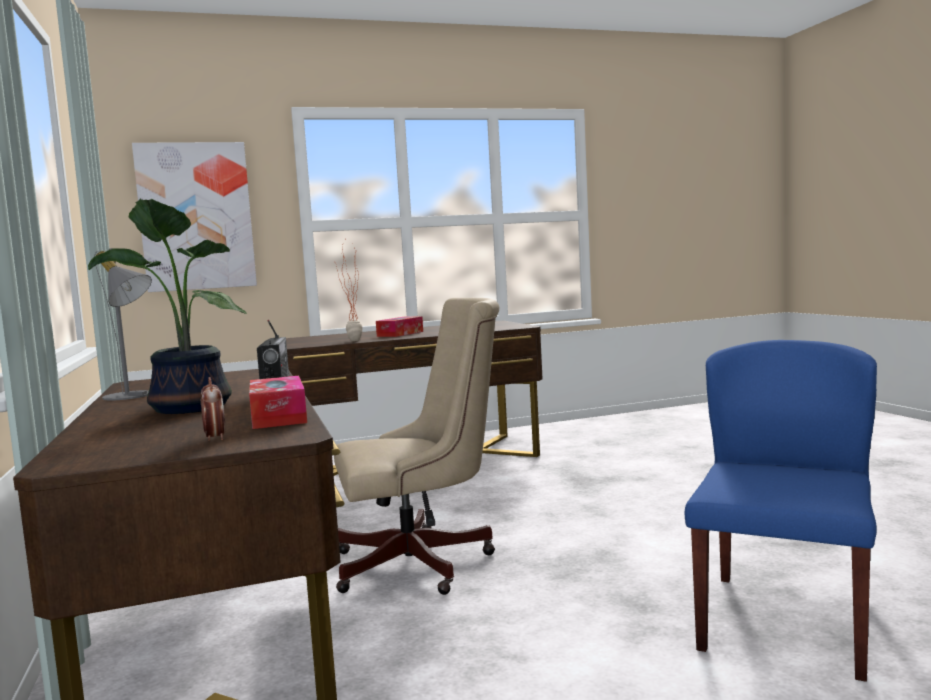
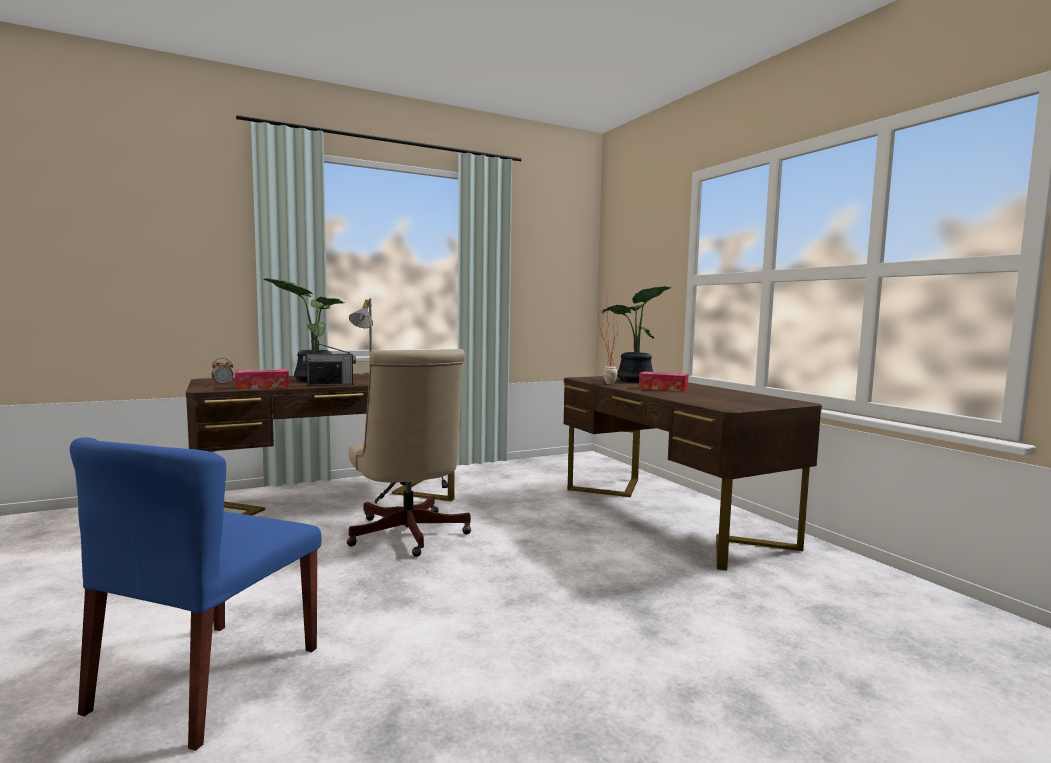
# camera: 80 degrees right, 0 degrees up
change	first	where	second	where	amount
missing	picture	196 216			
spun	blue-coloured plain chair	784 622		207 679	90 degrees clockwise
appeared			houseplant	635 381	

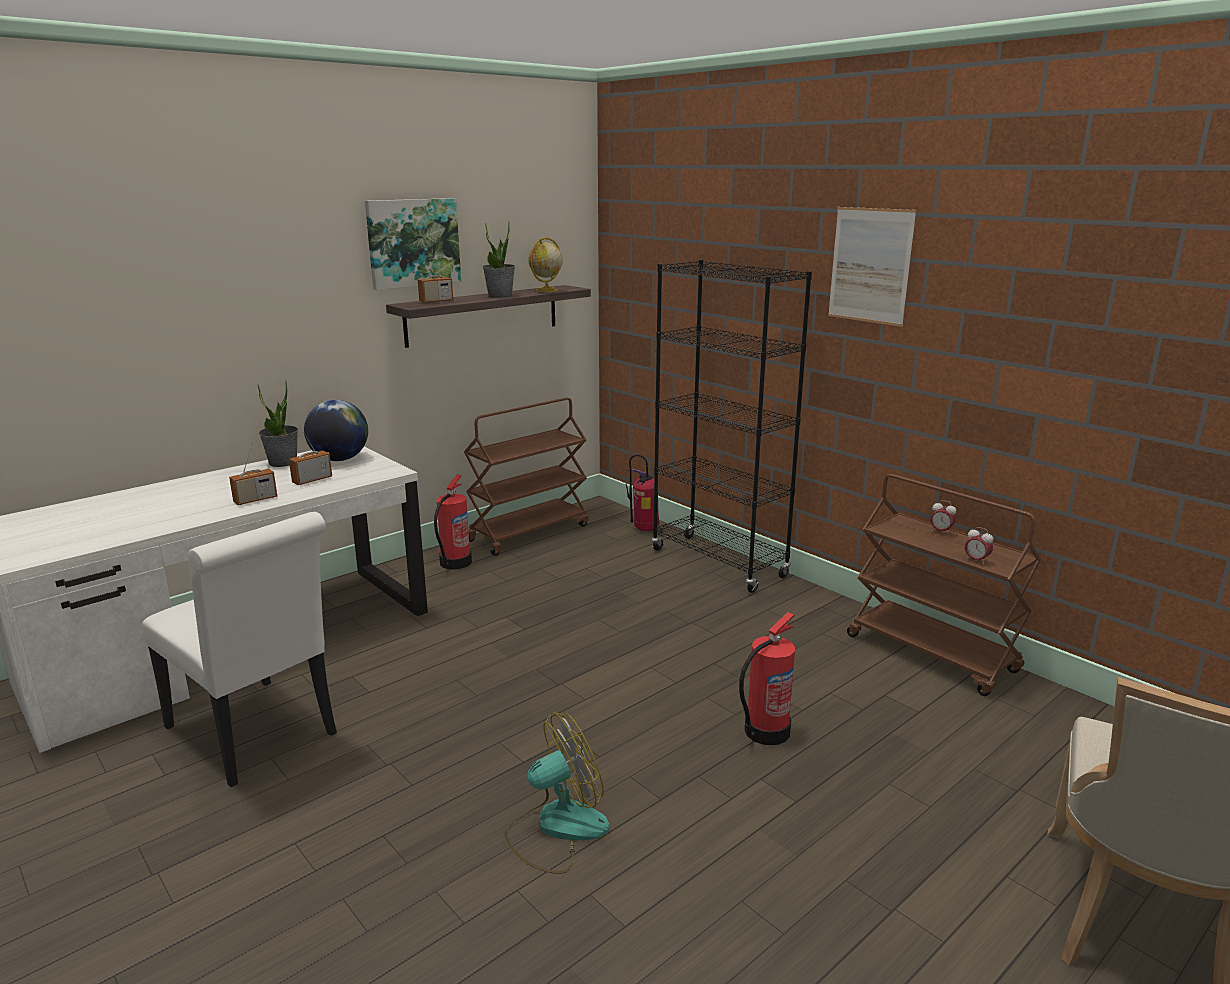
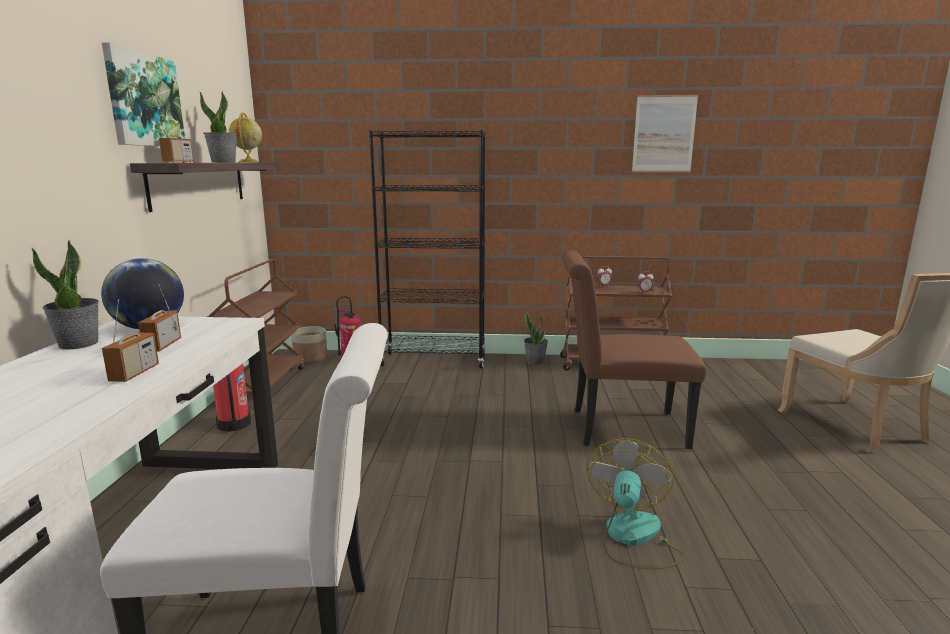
# camera: 45 degrees left, 5 degrees down
change	first	where	second	where	amount
relocated	picture	870 265		664 134	
exchanged	fire-fighting cylinder	765 731	brown plain chair	619 428	
appeared			houseplant	535 361	
appeared			plant pot	311 358	

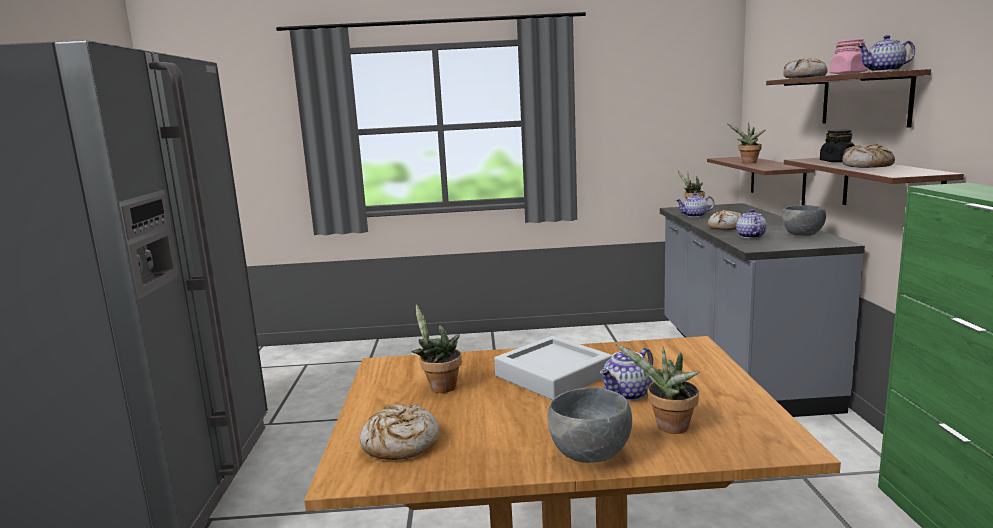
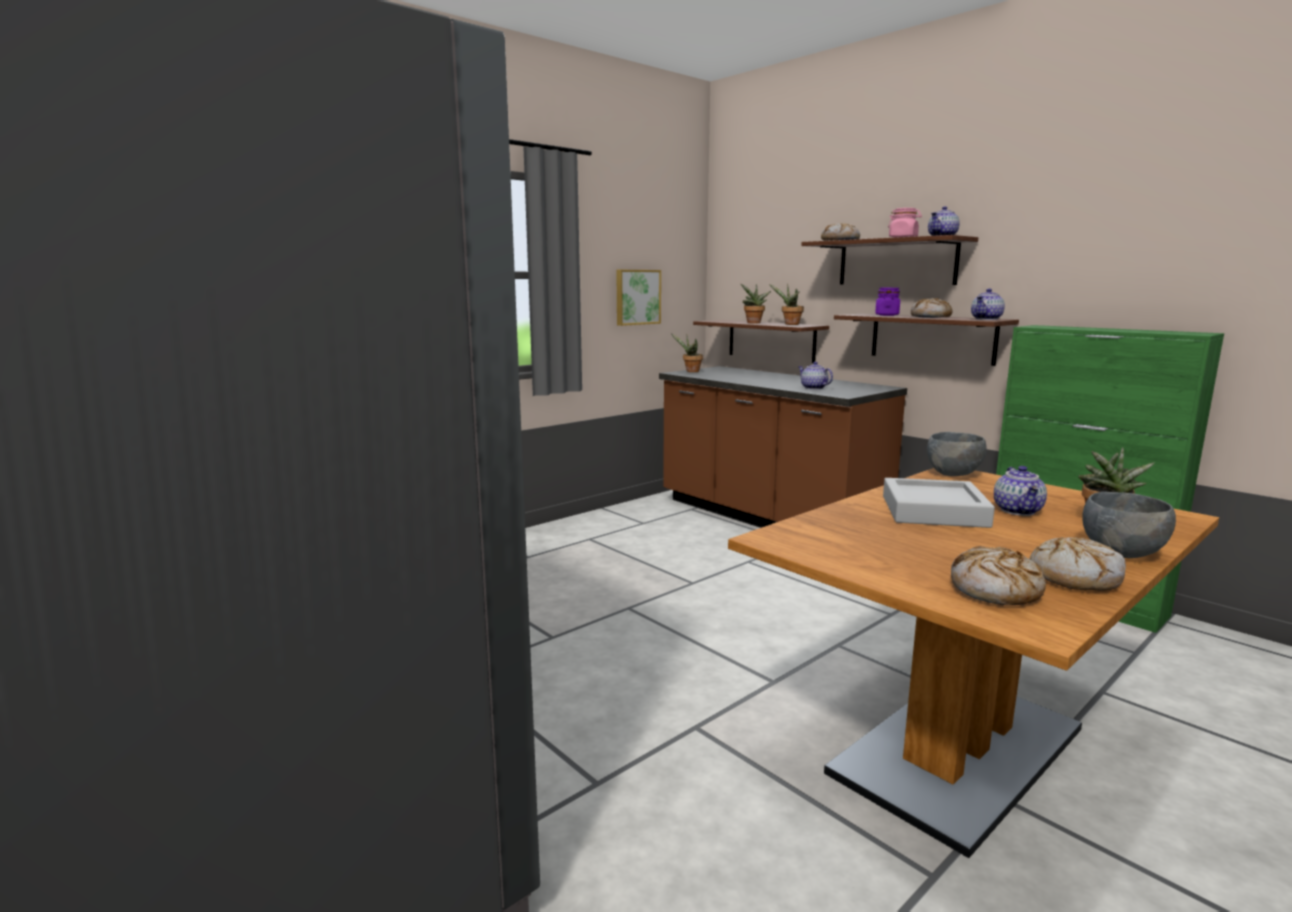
# camera: 40 degrees left, 0 degrees up
change	first	where	second	where	amount
colour	black-coloured jar	837 161	purple-coloured jar	887 315	
relocated	tea pot	694 216		987 319	
colour	grey kitchen base unit	738 364	brown kitchen base unit	768 518	
relocated	grey bowl	803 235		954 474	
relocated	bakery bread	727 227		1075 577	
relocated	houseplant	439 387		789 324	
appeared			picture	637 297	

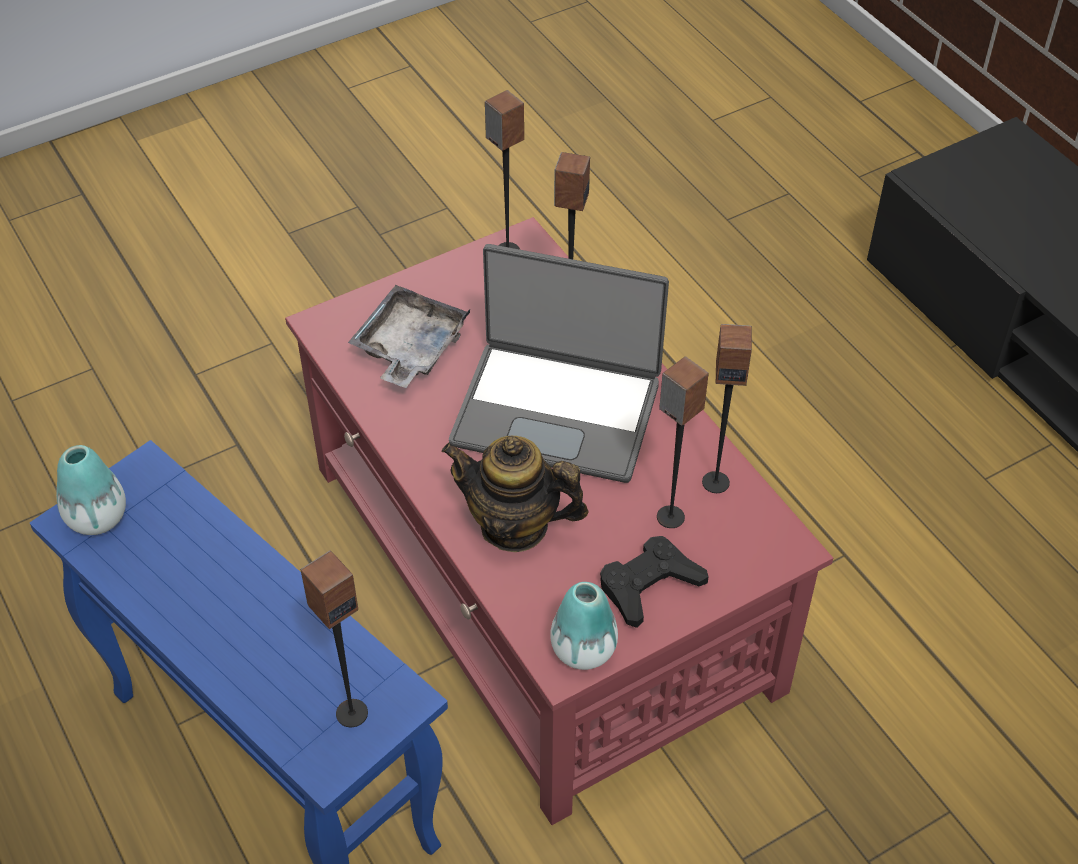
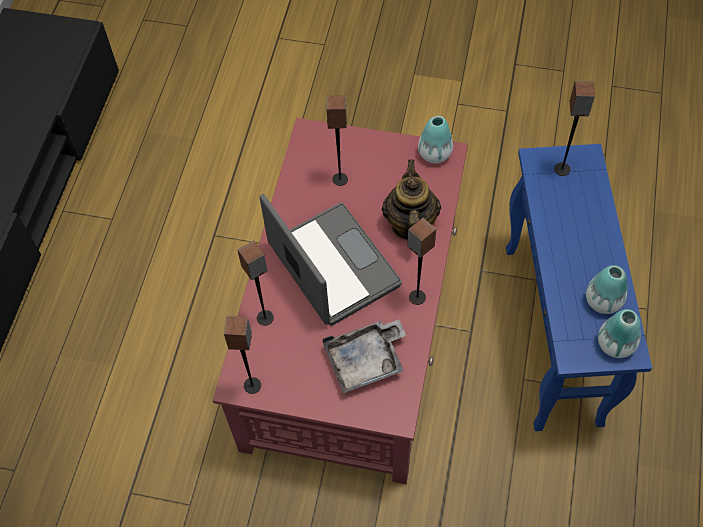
# camera: 135 degrees left, 10 degrees up
change	first	where	second	where	amount
relocated	audio speaker	715 482		417 297	
spun	tea pot	514 525		409 224	150 degrees counterclockwise
missing	black-coloured joypad	649 585			
appeared			flower vase	603 301	

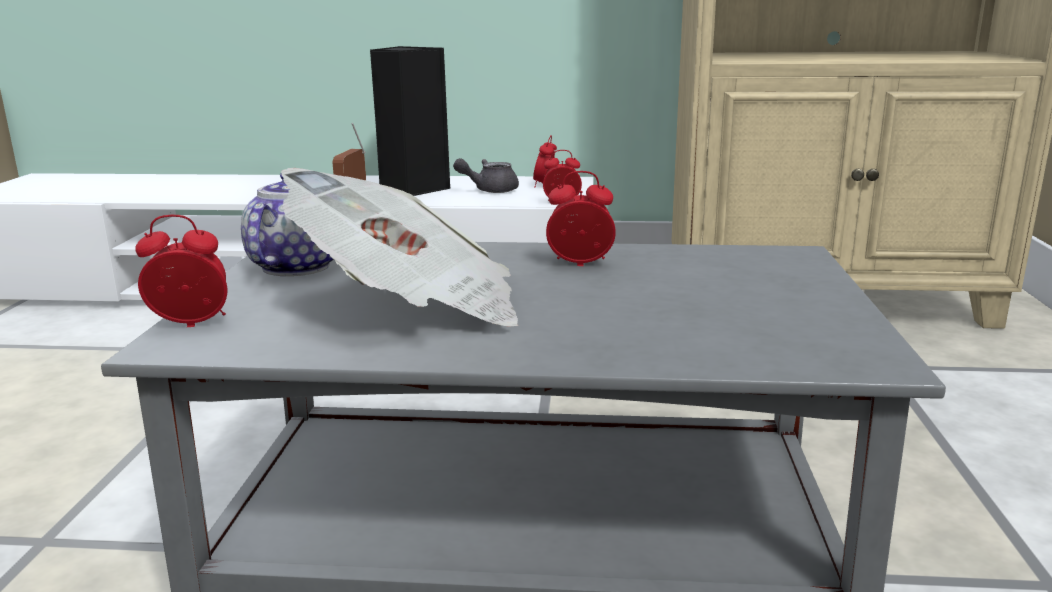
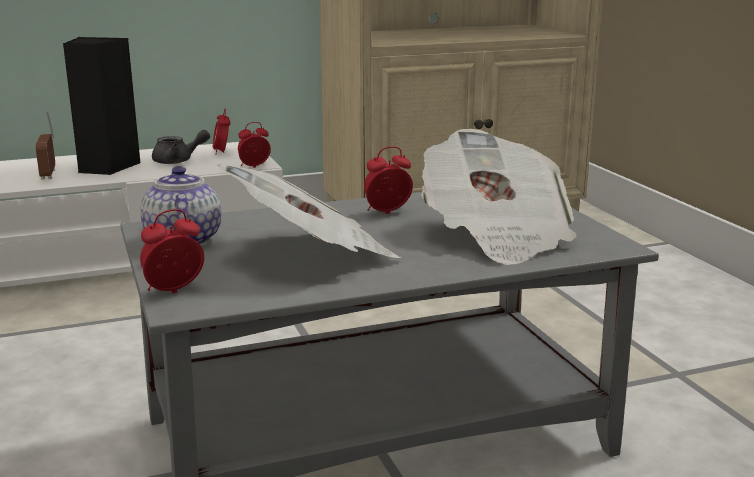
# camera: 25 degrees left, 0 degrees up
change	first	where	second	where	amount
spun	grey tea pot	489 190		178 161	150 degrees counterclockwise
appeared			daily paper	496 236	

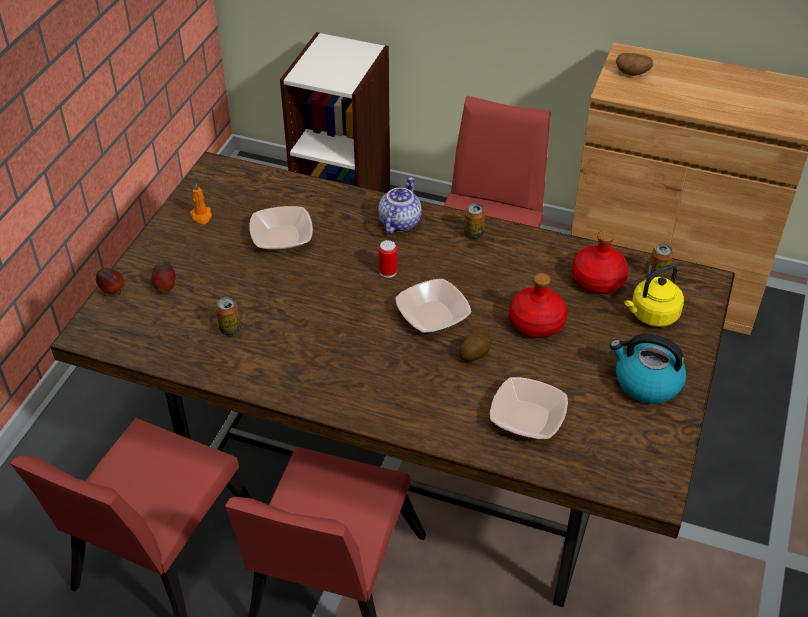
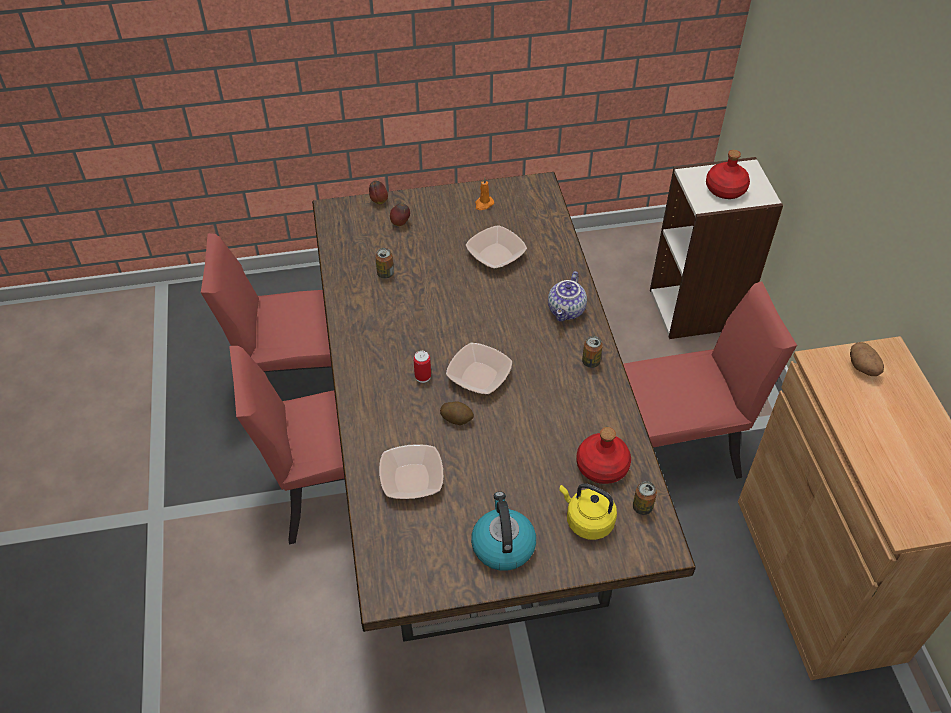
# camera: 60 degrees right, 5 degrees up
change	first	where	second	where	amount
spun	tea pot	399 222		567 311	120 degrees clockwise
relocated	sealed can	388 271		423 376	
relocated	red beverage bottle	537 323		725 189	

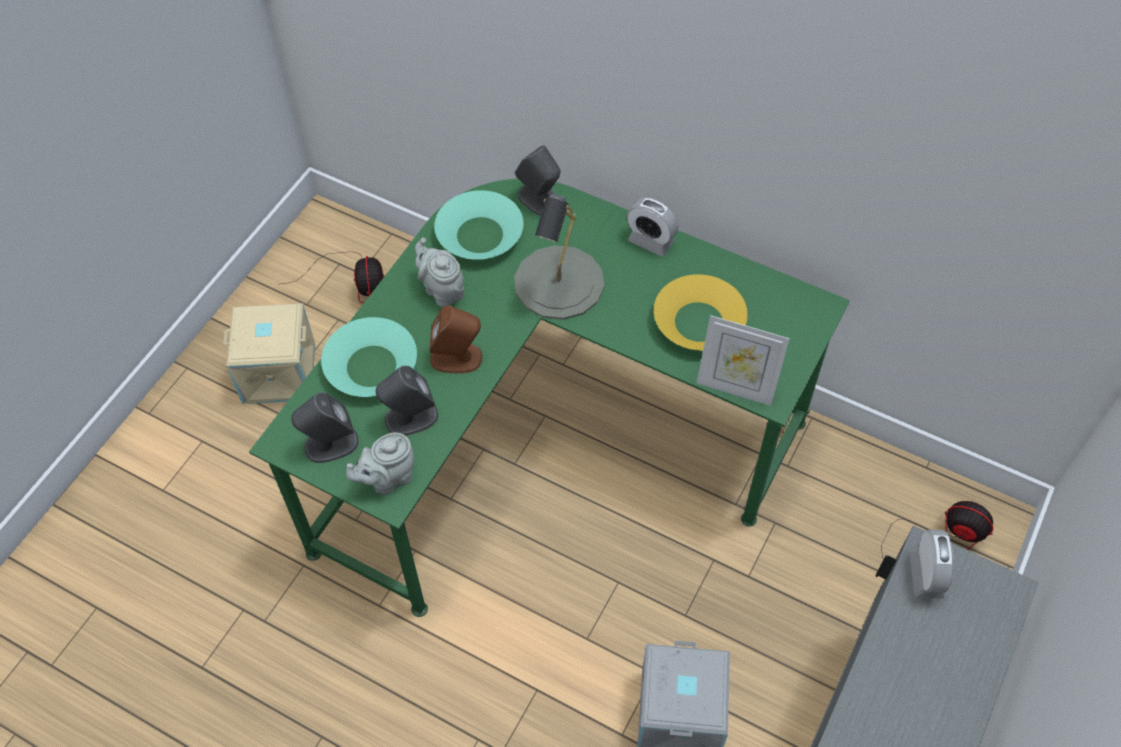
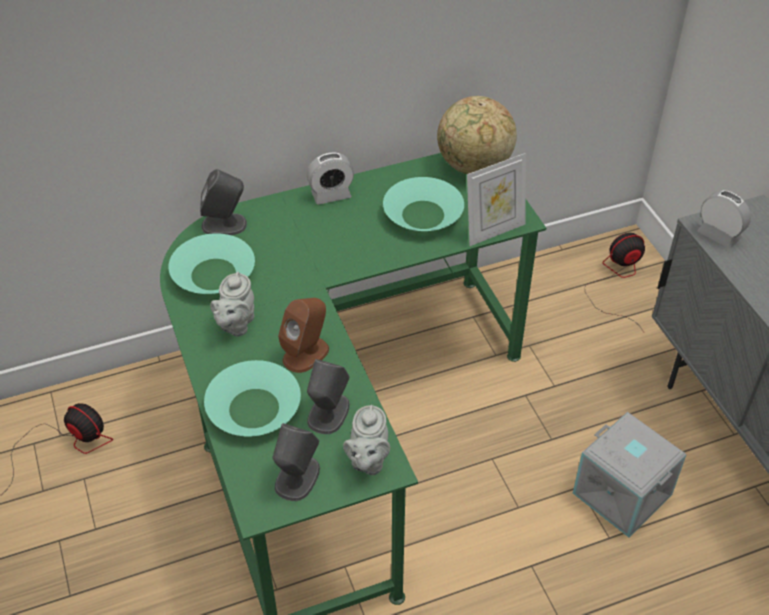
# camera: 50 degrees left, 10 degrees down
change	first	where	second	where	amount
missing	grey table lamp	559 282			
spun	grey tea pot	442 290		236 324	75 degrees counterclockwise
colour	yellow bowl	698 321	blue-green bowl	422 214	
missing	beige-coloured storage container	279 371			
appeared			desk globe	474 166	

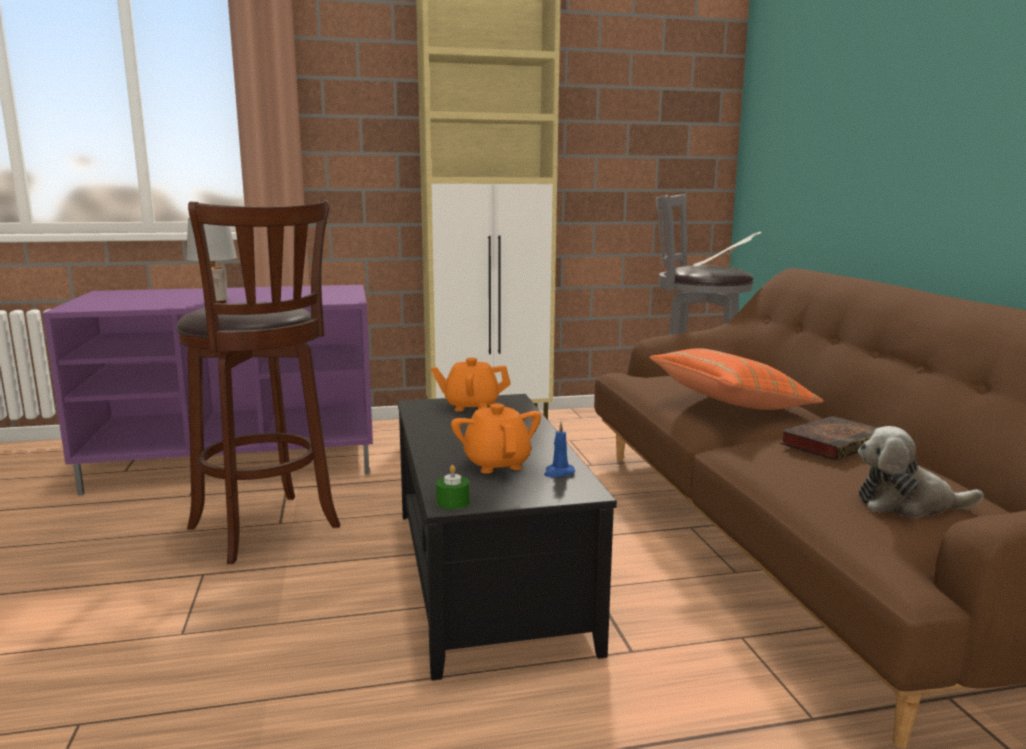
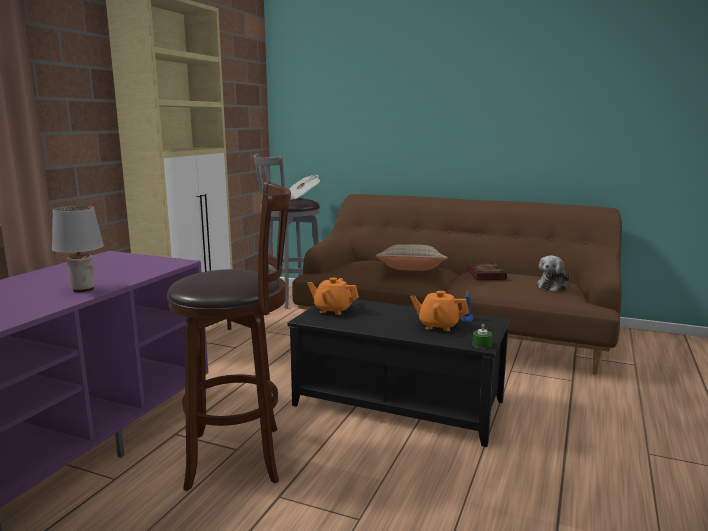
# camera: 55 degrees left, 0 degrees up
change	first	where	second	where	amount
colour	orangey cushion	730 404	beige-coloured cushion	411 271	
spun	orangey tea pot	471 406		333 310	75 degrees clockwise

